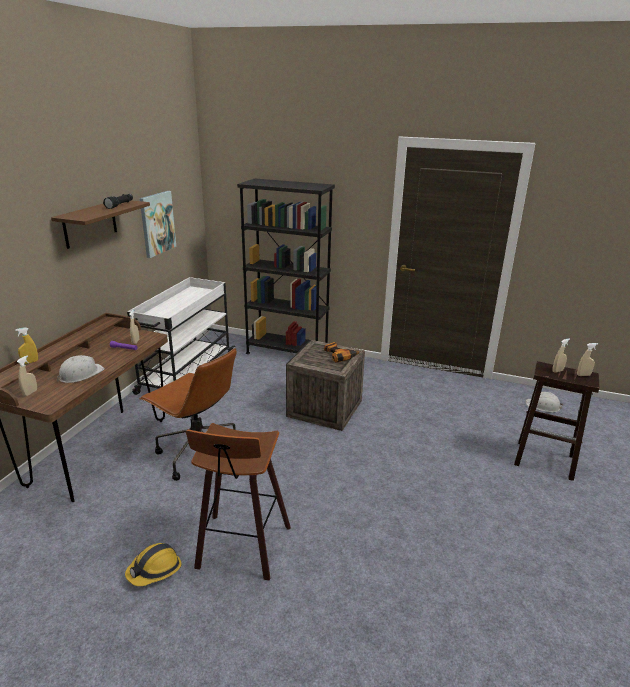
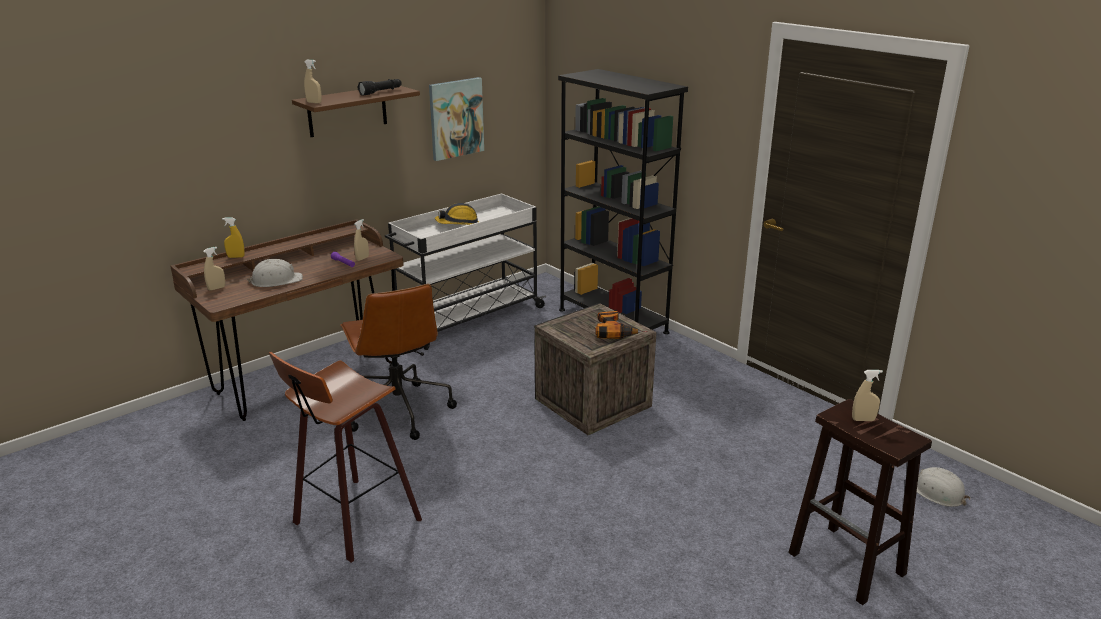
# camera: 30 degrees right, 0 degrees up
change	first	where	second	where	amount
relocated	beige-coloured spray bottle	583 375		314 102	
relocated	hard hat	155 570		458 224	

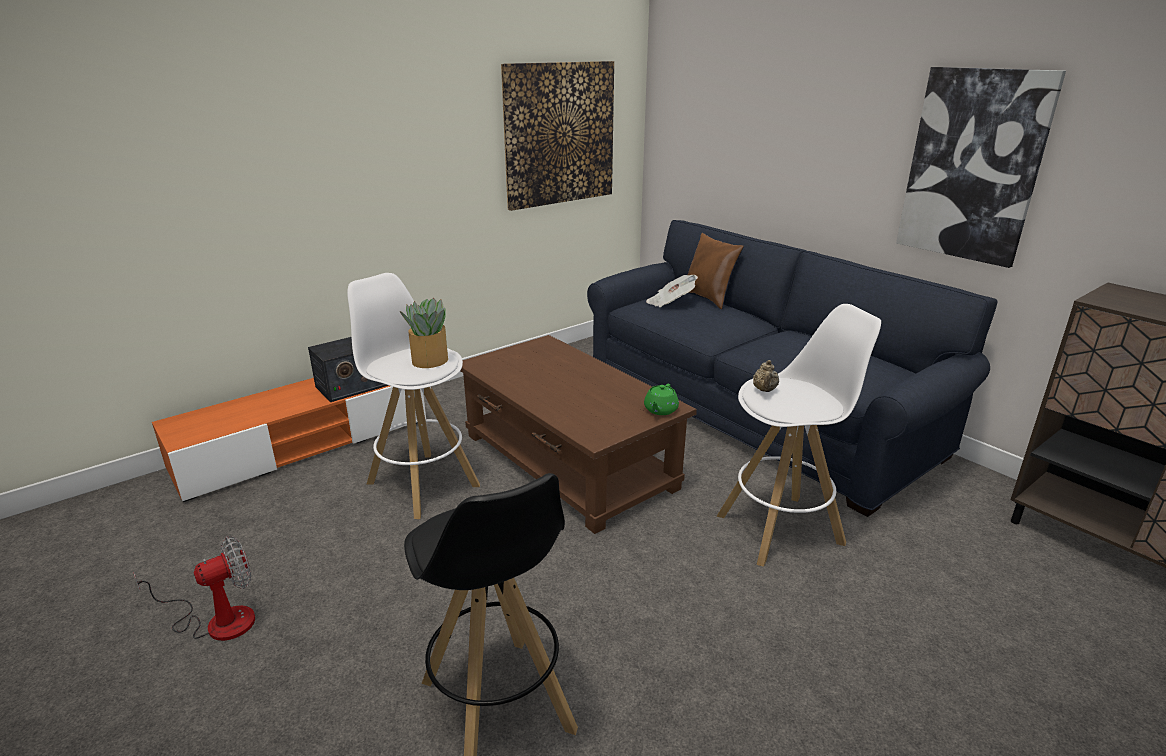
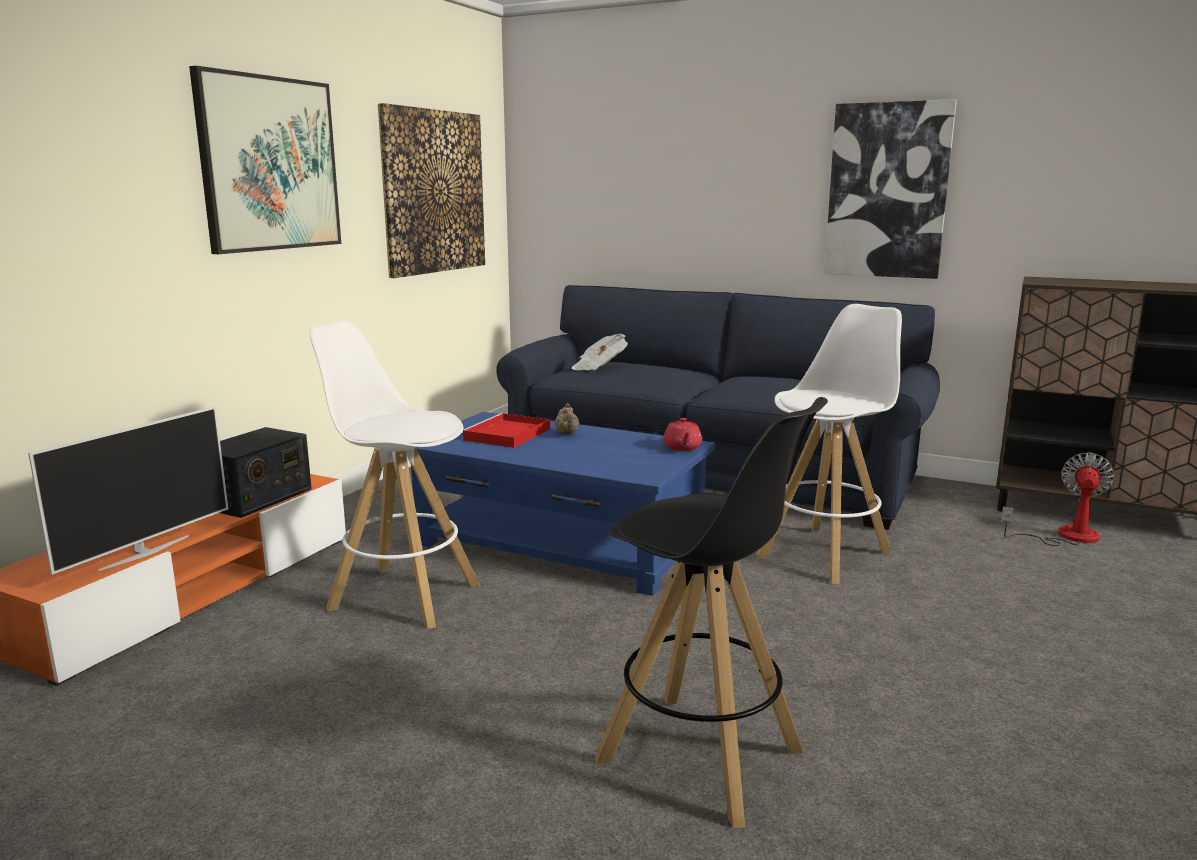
# camera: 25 degrees left, 10 degrees down
change	first	where	second	where	amount
missing	brown cushion	709 298			
missing	houseplant	429 361			
colour	brown low table	568 461	blue-coloured low table	560 544	
relocated	beige-coloured tea pot	764 390		567 434	
colour	green tea pot	660 410	red tea pot	682 448	
relocated	cooling fan	217 620		1065 536	
appeared			picture	269 164	
appeared			TV	144 552	
appeared			red serving tray	506 435	

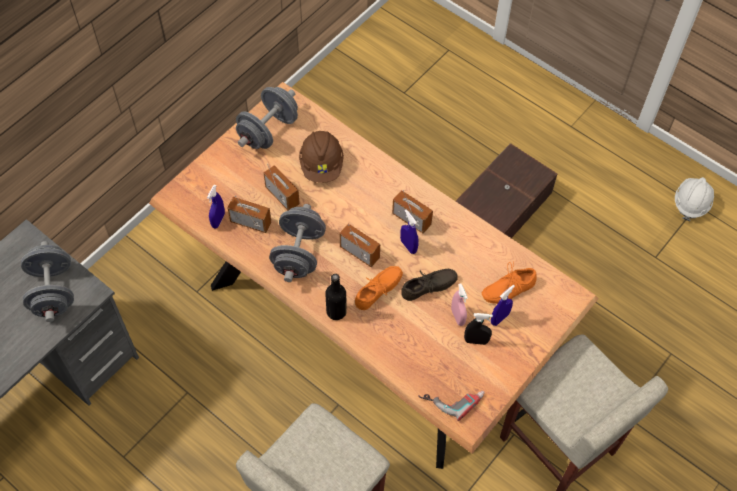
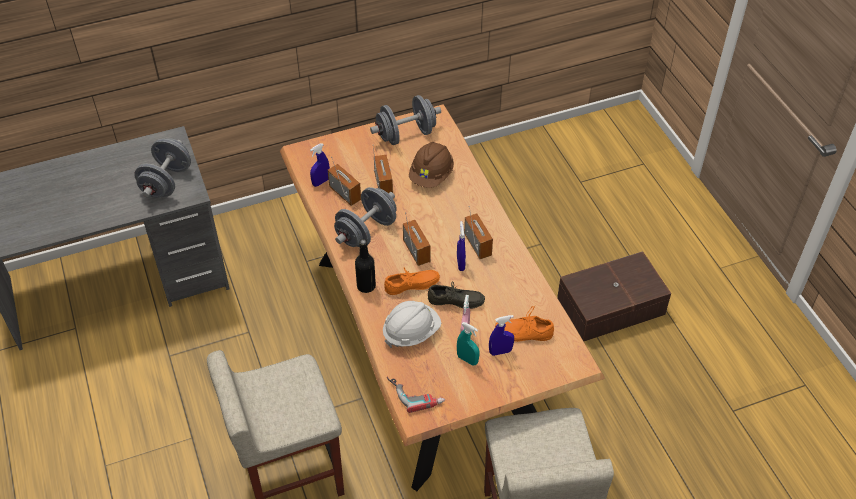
# camera: 30 degrees right, 10 degrees down
change	first	where	second	where	amount
relocated	white hard hat	691 203		411 332	
colour	black-coloured spray bottle	476 341	blue-green spray bottle	467 359	

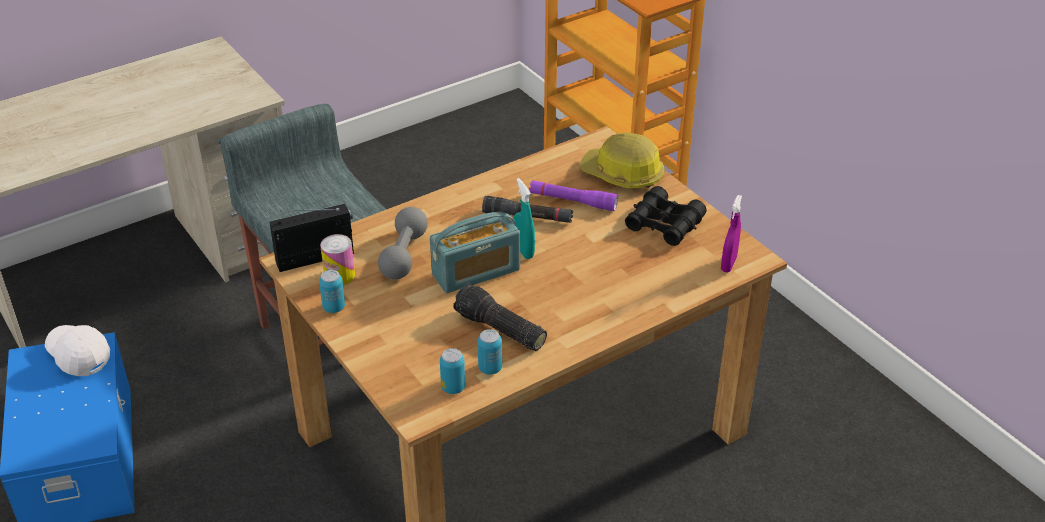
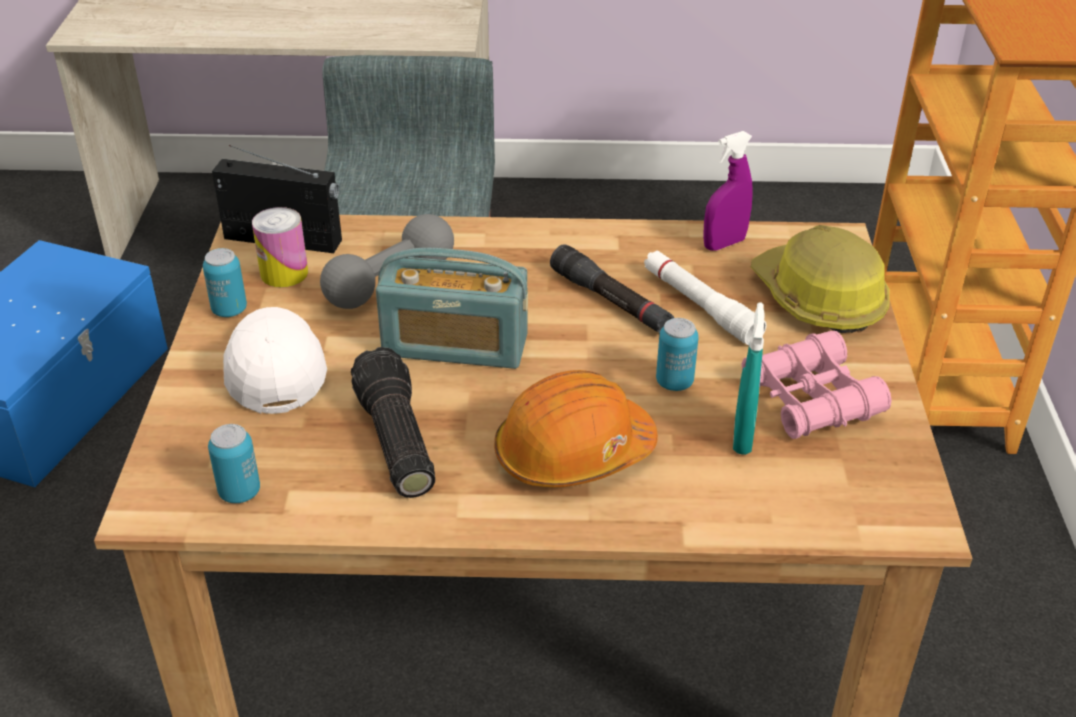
# camera: 35 degrees right, 0 degrees up
change	first	where	second	where	amount
relocated	blue-green spray bottle	523 251		742 437	
colour	purple-coloured hand torch	572 201	white hand torch	700 306	
colour	black-coloured field glasses	664 224	pinkish field glasses	810 399	
relocated	purple-coloured spray bottle	728 264		724 244	
relocated	white peaked cap	78 356		275 371	
relocated	sealed can	490 368		674 382	
appeared			orangey hard hat	573 453	

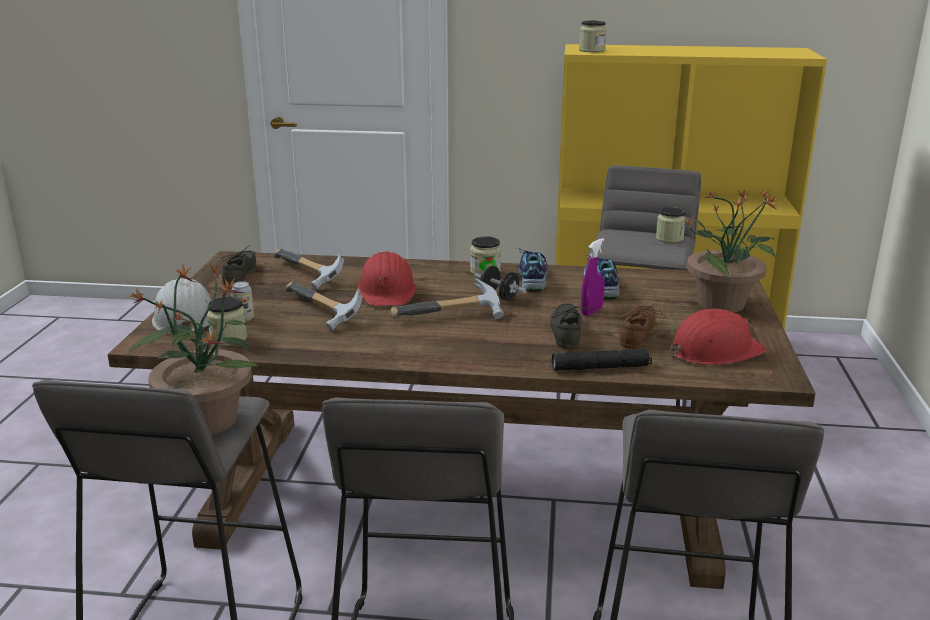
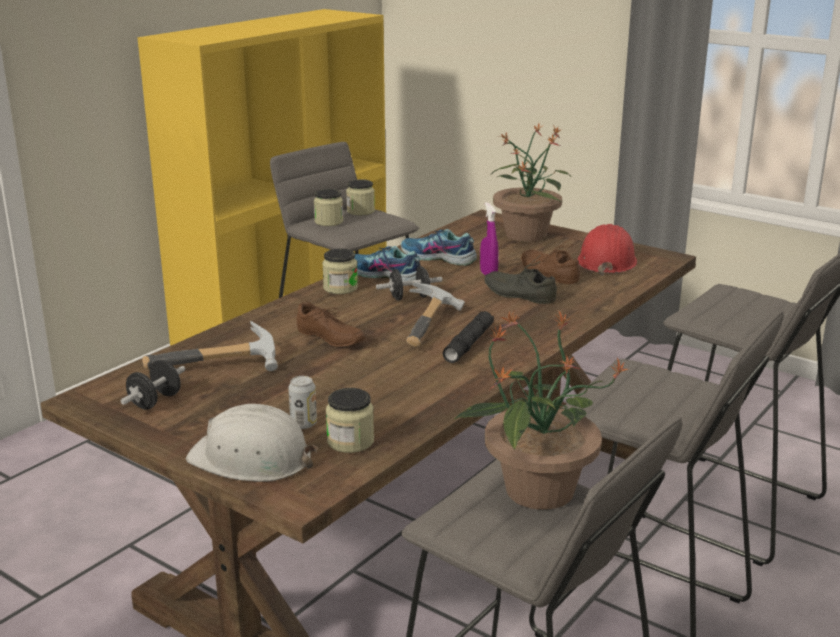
# camera: 60 degrees left, 0 degrees up
change	first	where	second	where	amount
relocated	jar	591 50		329 222	
exchanged	grey item of footwear	242 274	black-coloured free weight	155 401	
exchanged	red hard hat	387 291	brown item of footwear	328 338	
missing	tool hammer	319 312			
relocated	black-coloured hand torch	601 368		469 344	

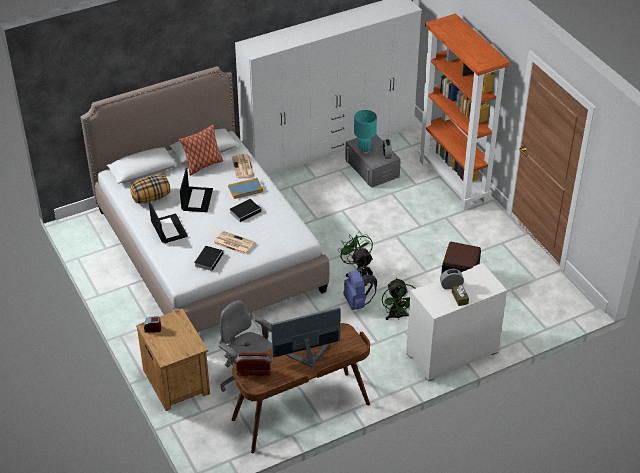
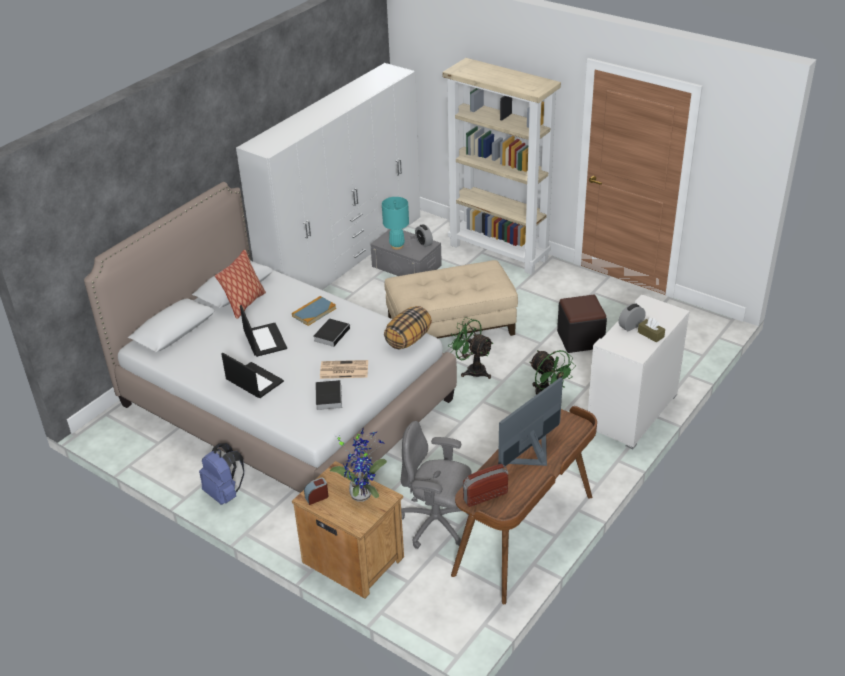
# camera: 25 degrees left, 5 degrees down
change	first	where	second	where	amount
colour	orangey shelving unit	454 181	beige-coloured shelving unit	499 252	
missing	daily paper	243 167			
relocated	cushion	151 198		408 339	
relocated	blue-coloured rucksack	358 302		225 493	
appeared			beige-coloured footrest	450 325	
appeared			houseplant	362 493	

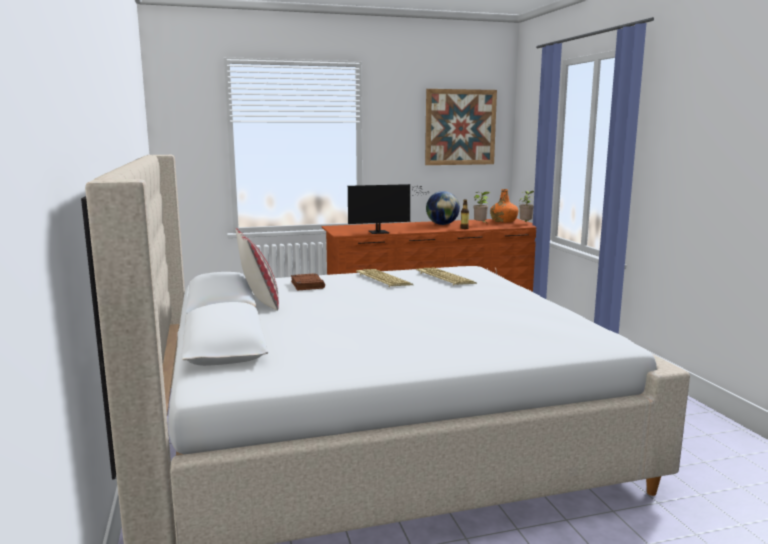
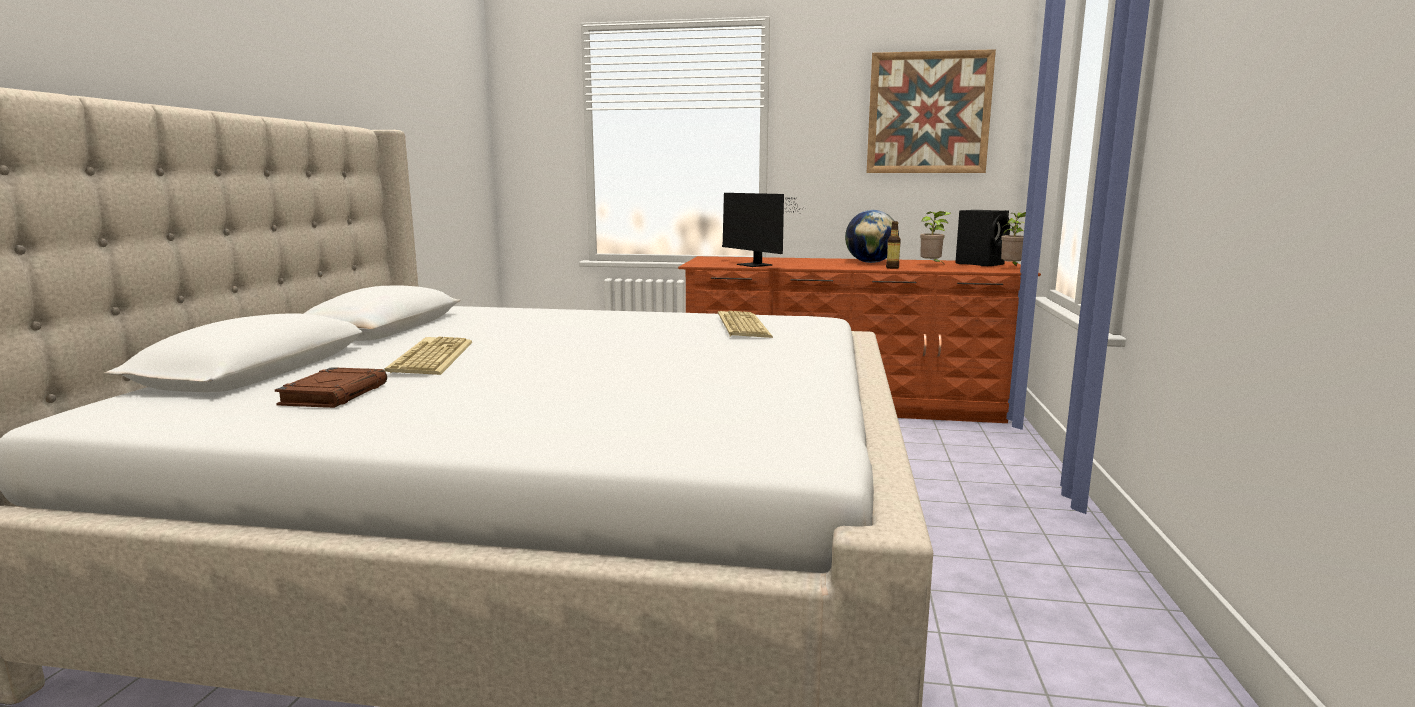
# camera: 25 degrees right, 0 degrees up
change	first	where	second	where	amount
spun	computer display	382 232		756 265	45 degrees clockwise
exchanged	orangey beverage bottle	503 221	black-coloured audio speaker	981 264	
missing	cushion	259 302			
relocated	keyboard	382 279		430 357	
relocated	brown volume	307 285		334 394	

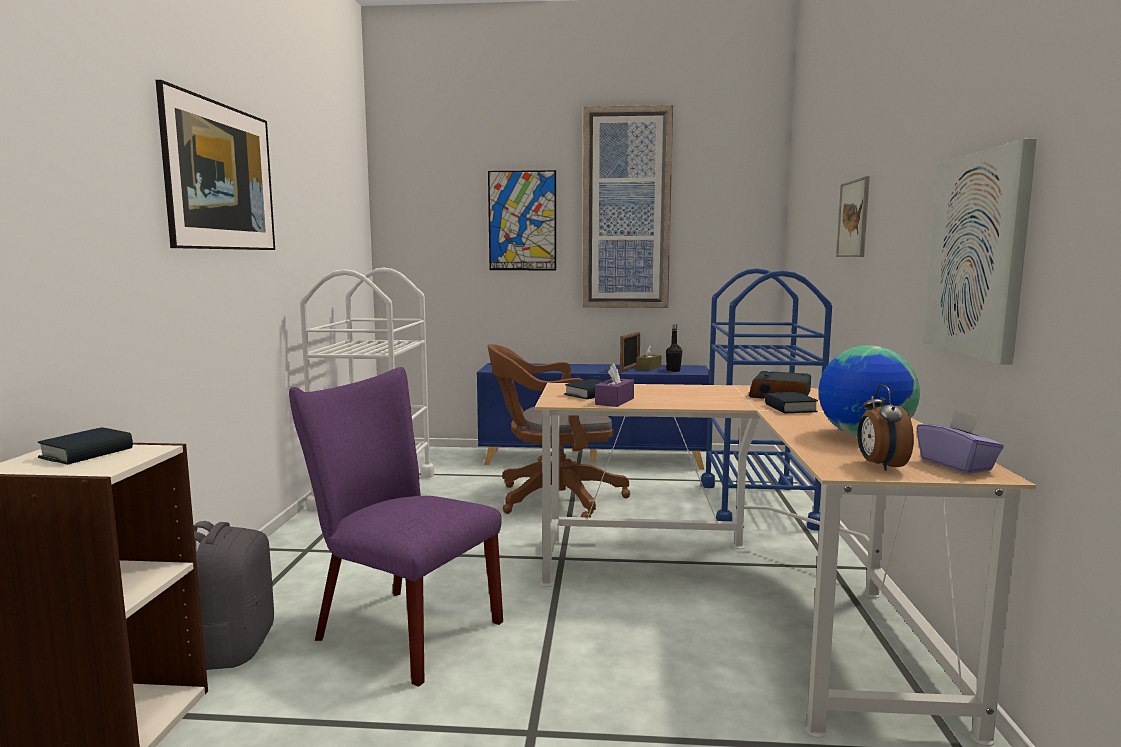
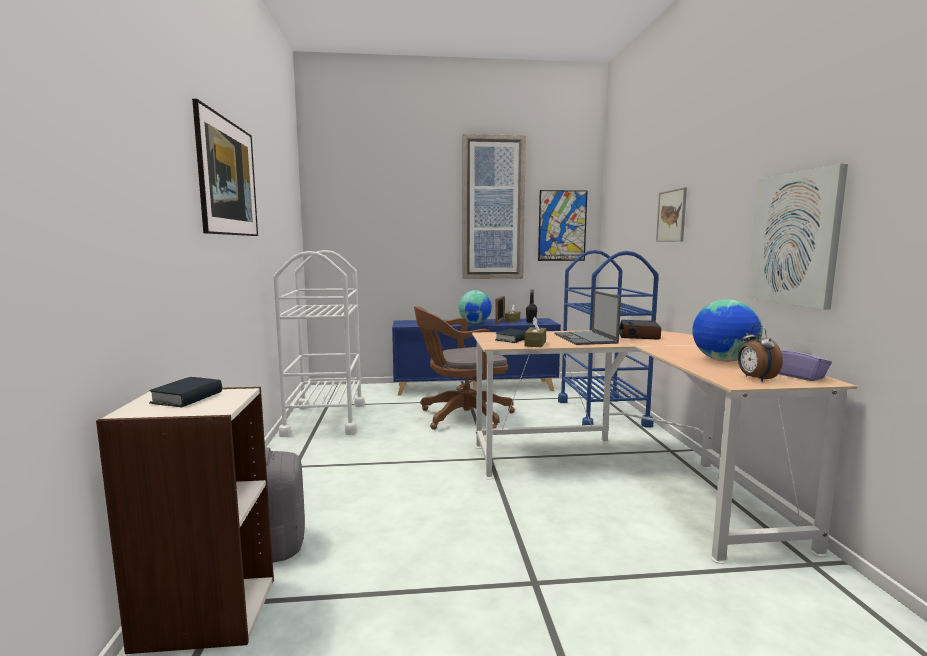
# camera: 10 degrees left, 0 degrees up
change	first	where	second	where	amount
relocated	picture	522 221		562 226	
colour	purple-coloured tissue box	614 401	brown tissue box	535 344	
missing	purple-coloured plain chair	399 629			
missing	volume	790 408			
appeared			desk globe	475 323	
appeared			notebook computer	585 338	

